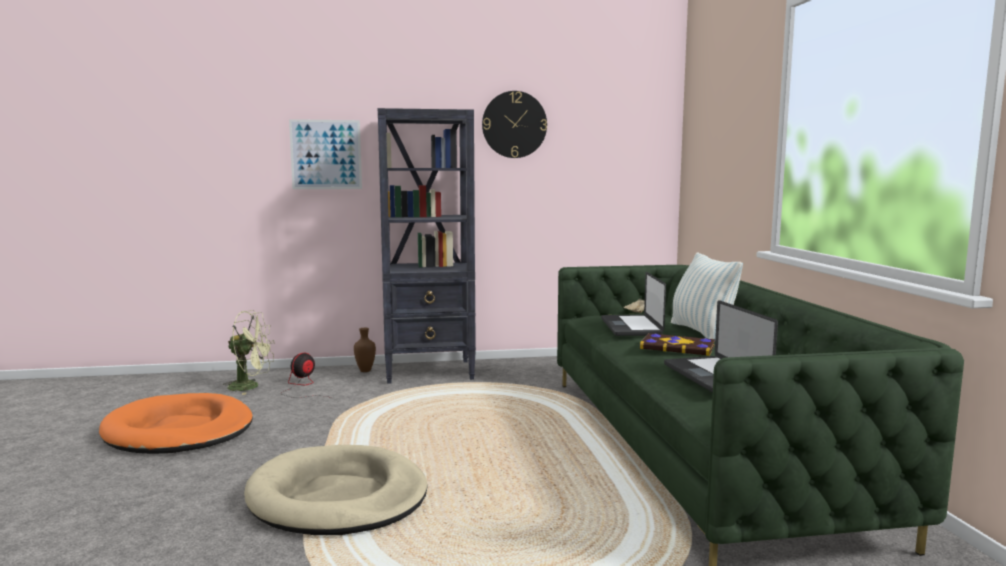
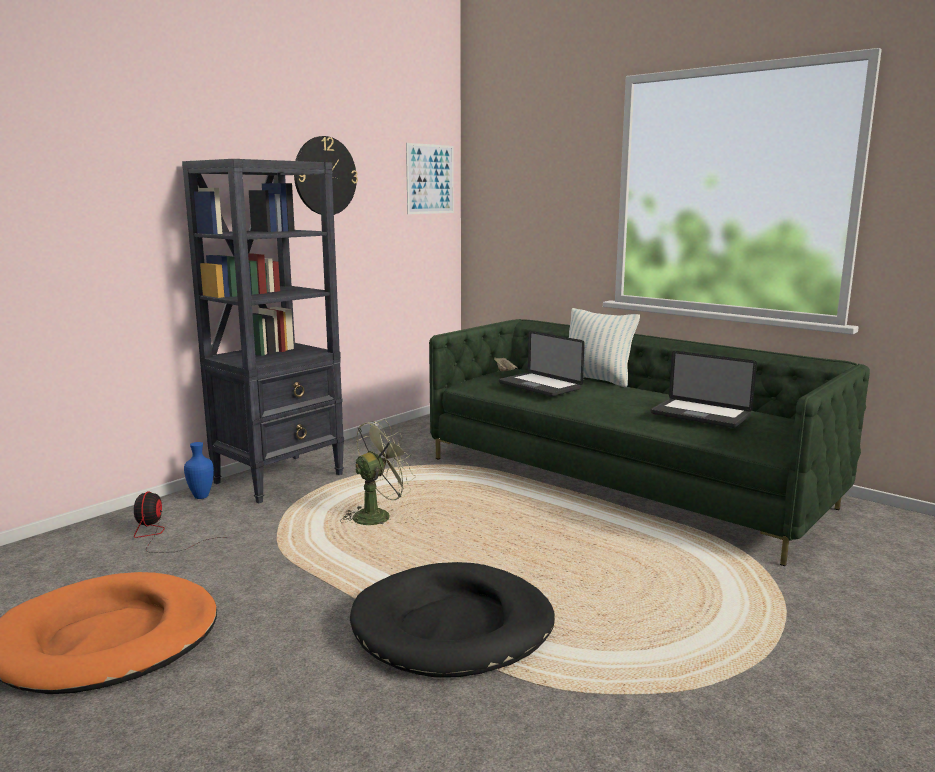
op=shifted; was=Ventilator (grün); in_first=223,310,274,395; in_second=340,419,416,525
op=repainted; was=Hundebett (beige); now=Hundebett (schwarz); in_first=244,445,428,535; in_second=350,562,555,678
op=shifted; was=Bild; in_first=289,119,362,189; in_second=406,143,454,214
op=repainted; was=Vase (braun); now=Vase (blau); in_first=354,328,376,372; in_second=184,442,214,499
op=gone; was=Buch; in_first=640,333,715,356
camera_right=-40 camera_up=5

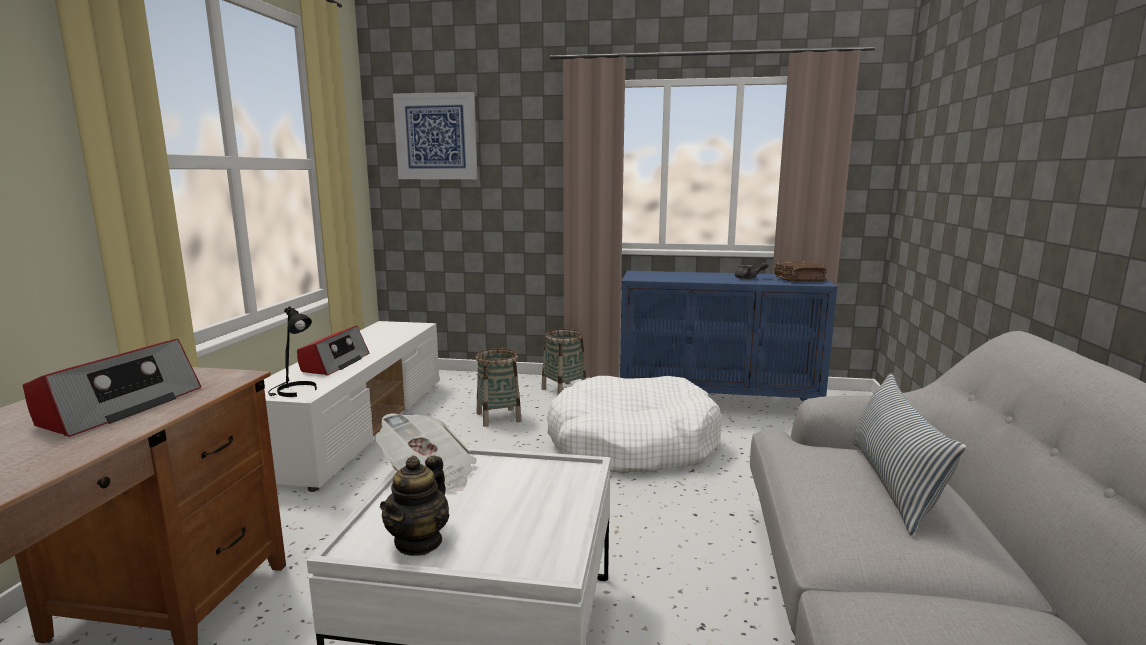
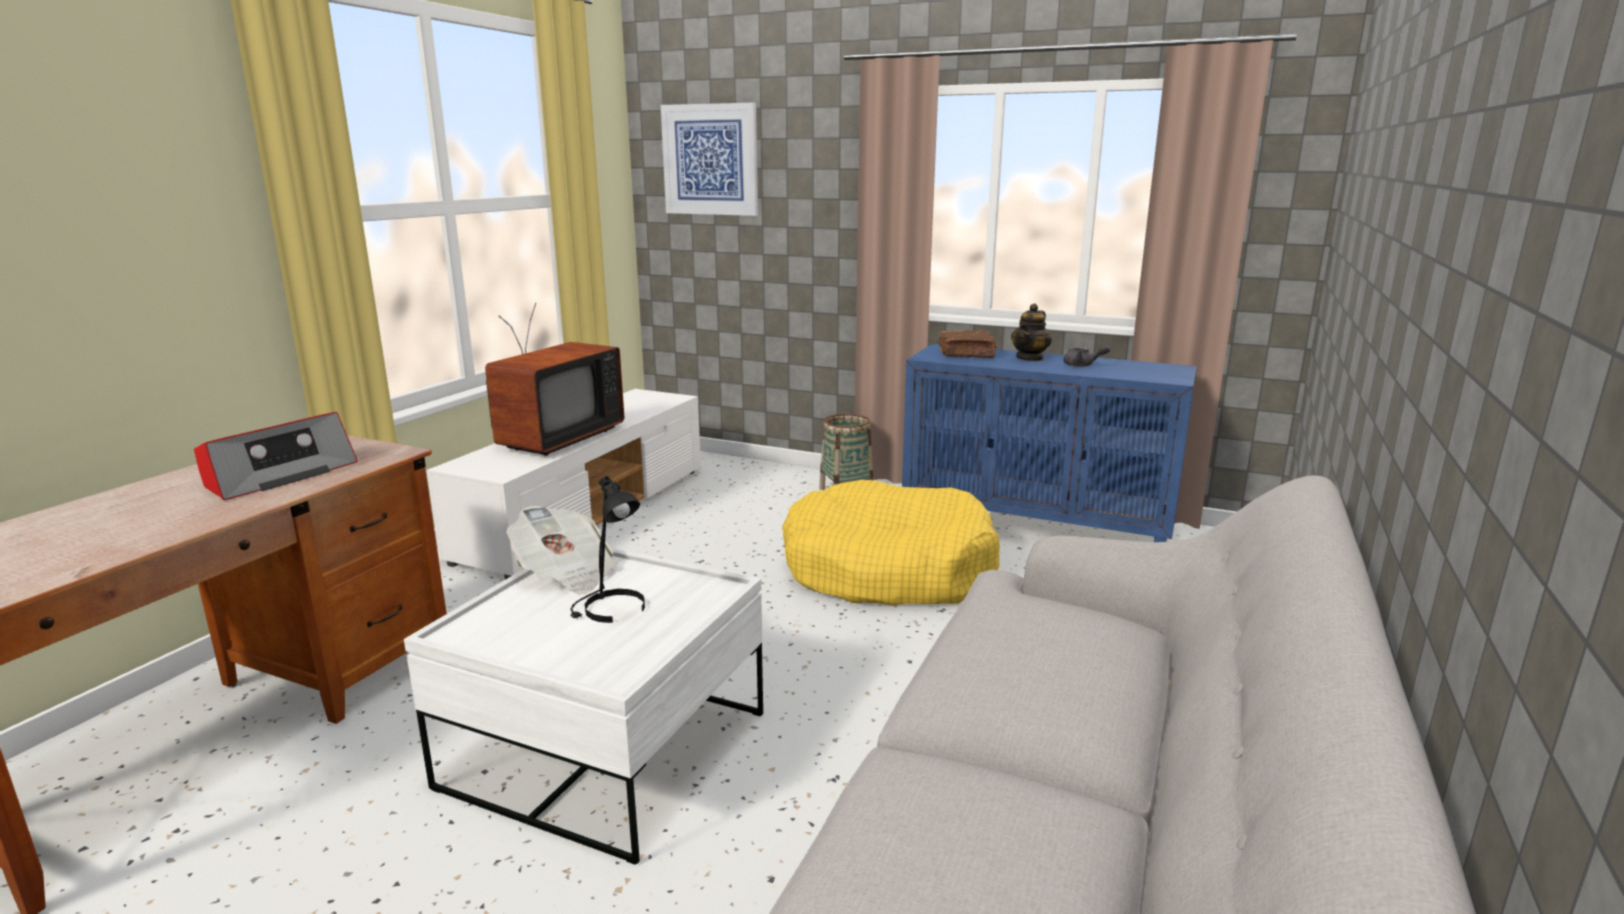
op=shifted; was=Tischlampe (schwarz); in_first=268,306,317,397; in_second=570,476,645,623
op=swapped; was=Radio; now=Fernseher; in_first=297,326,369,375; in_second=485,303,624,456
op=shifted; was=Teekanne; in_first=380,456,449,556; in_second=1011,303,1052,361
op=gone; was=Korb; in_first=476,348,521,427
op=repainted; was=Hundebett (weiß); now=Hundebett (gelb); in_first=547,376,722,474; in_second=782,480,1000,605
op=shifted; was=Buch (braun); in_first=774,261,827,281; in_second=939,330,997,358
op=gone; was=Kissen; in_first=852,373,966,535
camera_right=15 camera_up=5

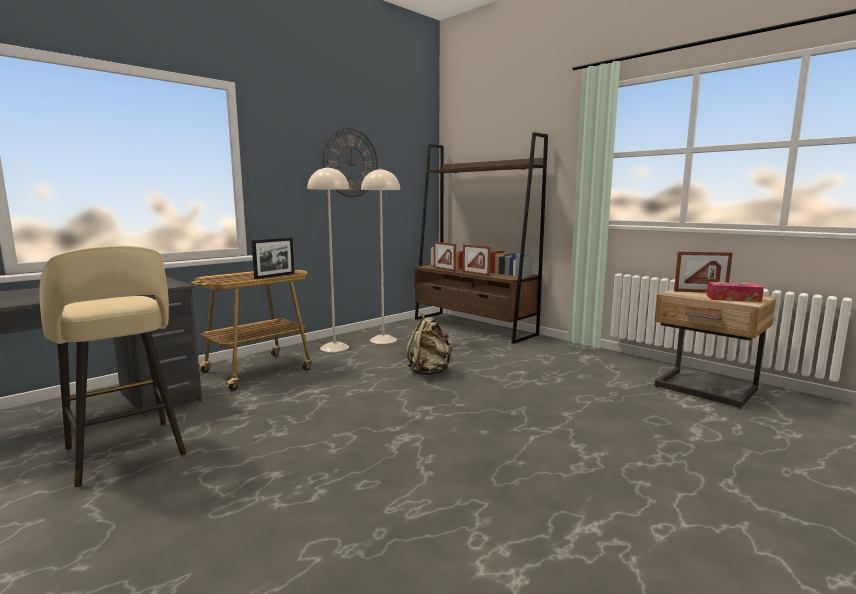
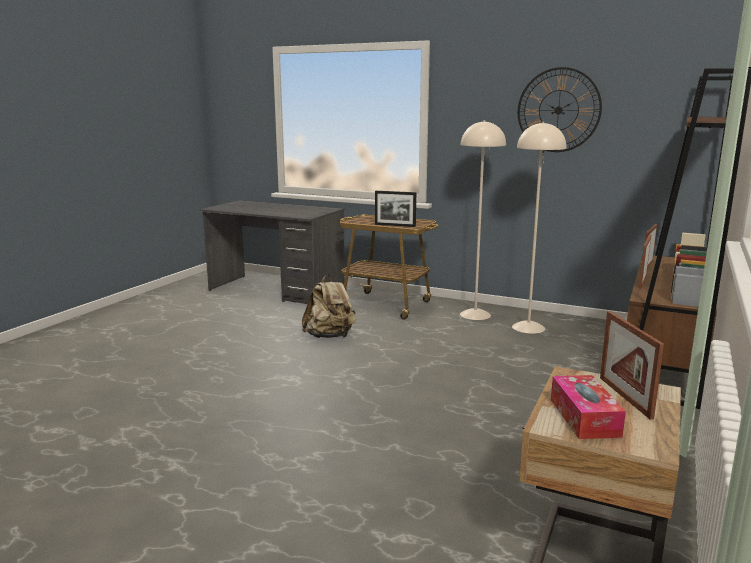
op=gone; was=Hocker (beige); in_first=40,245,187,488
op=shifted; was=Rucksack (beige); in_first=406,312,452,375; in_second=302,274,356,338
camera_right=70 camera_up=5

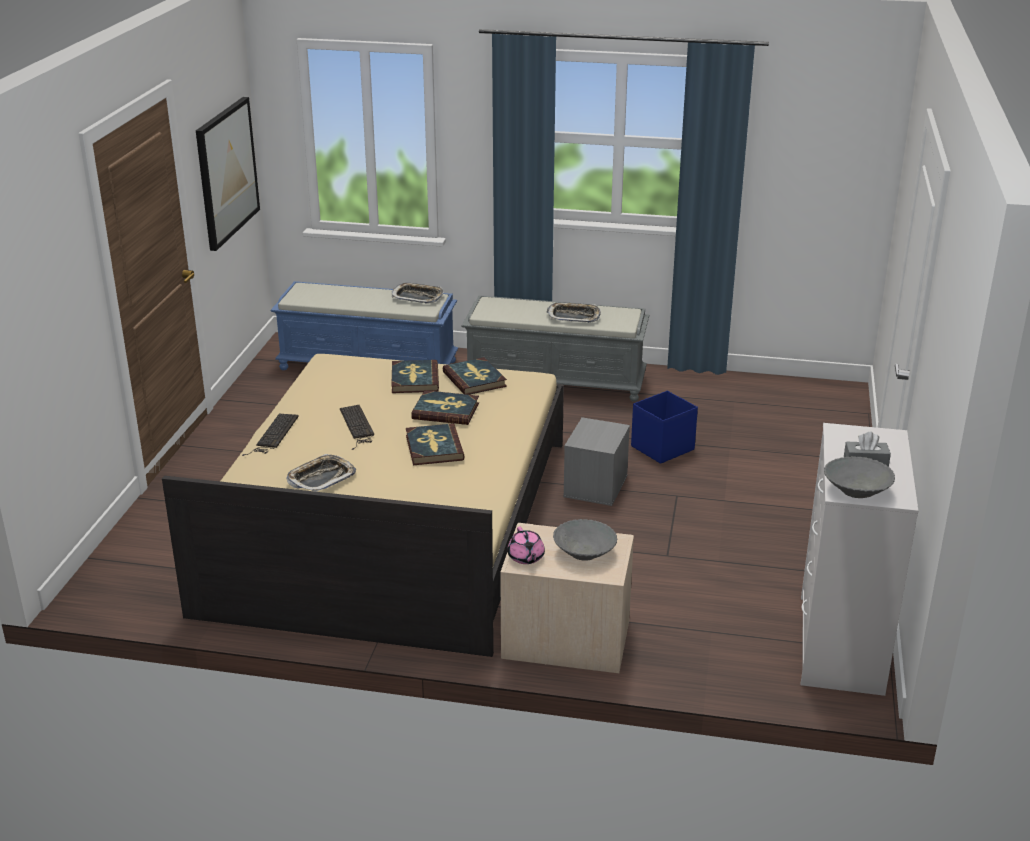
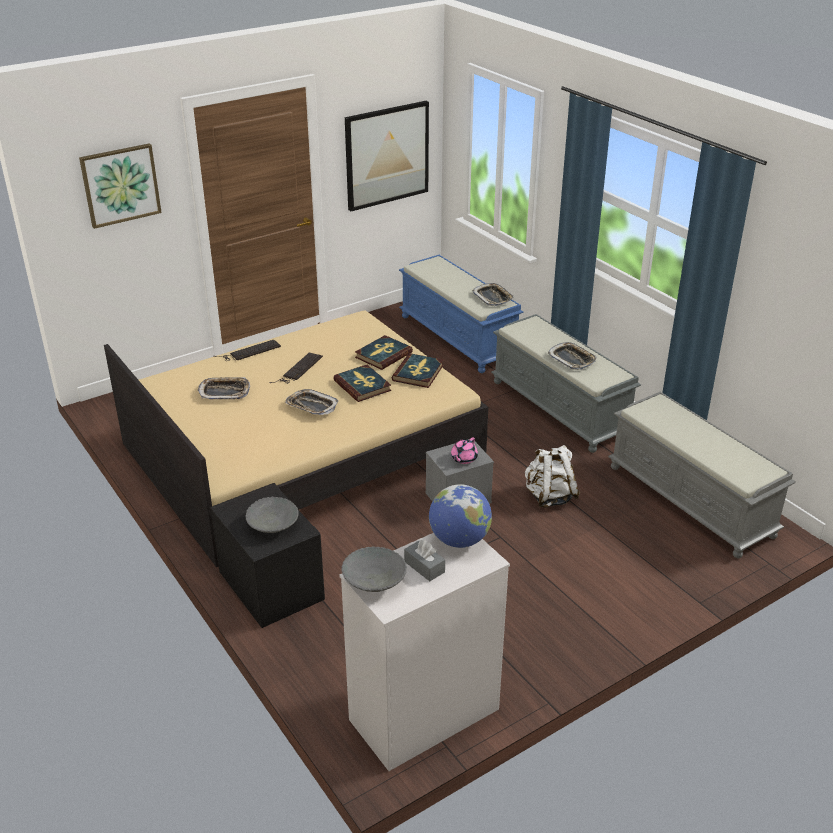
op=swapped; was=Buch; now=Tablett; in_first=406,423,465,465; in_second=285,389,339,415
op=repainted; was=Nachttisch (beige); now=Nachttisch (schwarz); in_first=500,523,634,673; in_second=210,483,325,628
op=shifted; was=Teekanne (rosa); in_first=507,527,545,564; in_second=451,437,478,464
op=swapped; was=Aufbewahrungsbox (blau); now=Rucksack (weiß); in_first=631,391,698,464; in_second=525,445,580,508
op=new; now=Bild; in_second=79,143,162,229
op=new; now=Globus; in_second=429,484,492,548
op=new; now=Bank (grau); in_second=608,392,796,558
camera_right=45 camera_up=5

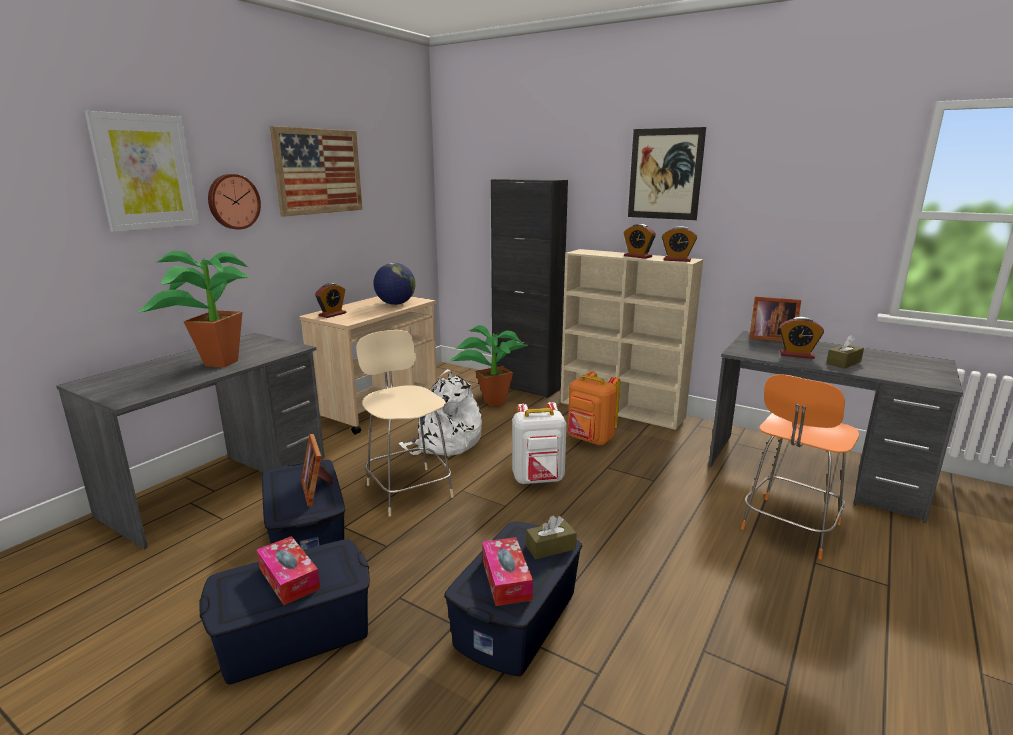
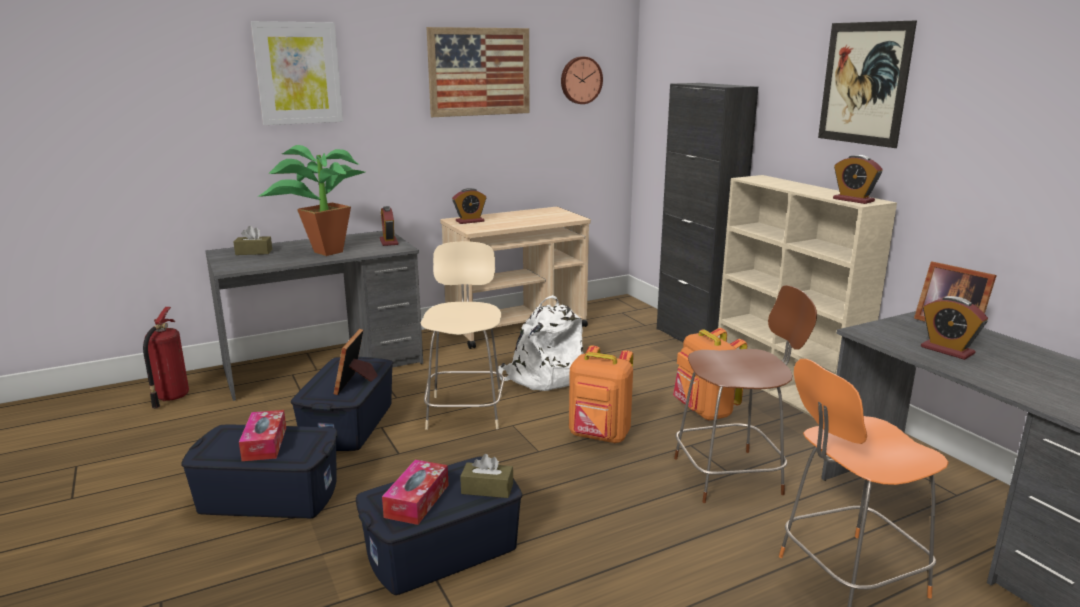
op=shifted; was=Wanduhr; in_first=208,174,261,230; in_second=561,57,603,104
op=gone; was=Globus; in_first=373,263,416,305
op=gone; was=Topfpflanze; in_first=449,325,528,407
op=repainted; was=Rucksack (weiß); now=Rucksack (orange); in_first=512,402,567,484; in_second=569,346,633,443
op=shifted; was=Wecker; in_first=624,224,656,259; in_second=380,206,398,246
op=shifted; was=Taschentuchbox (braun); in_first=826,335,864,369; in_second=234,226,272,255
op=new; now=Feuerlöscher; in_second=143,307,189,409
op=new; now=Stuhl (braun); in_second=674,285,817,503
camera_right=30 camera_up=0

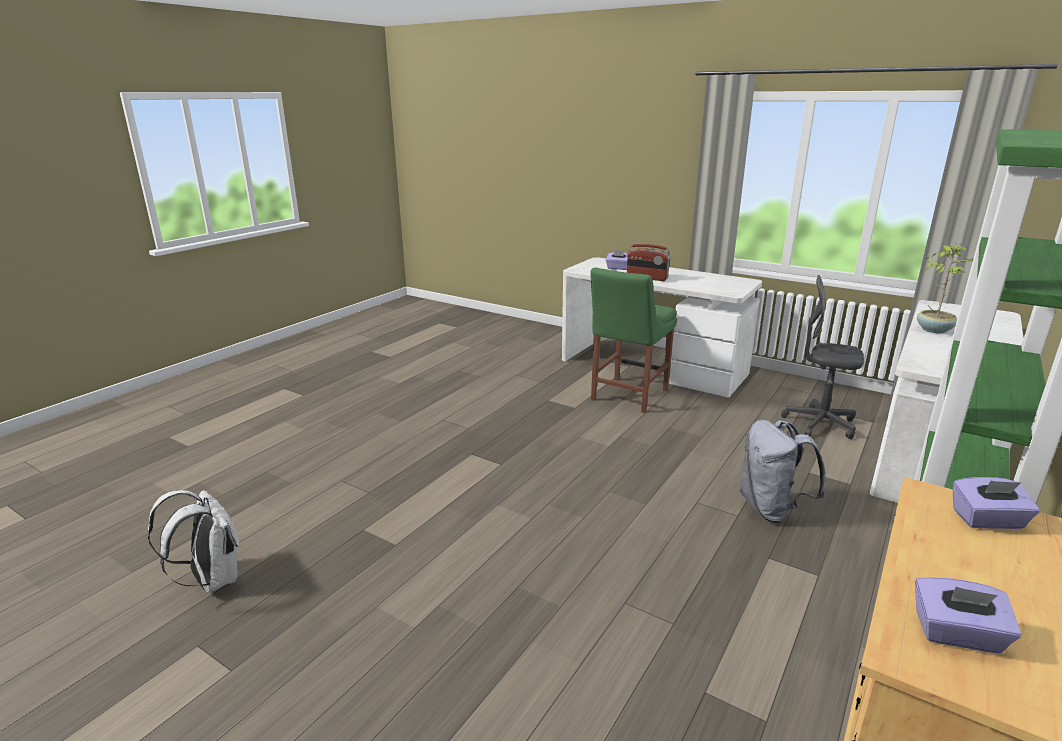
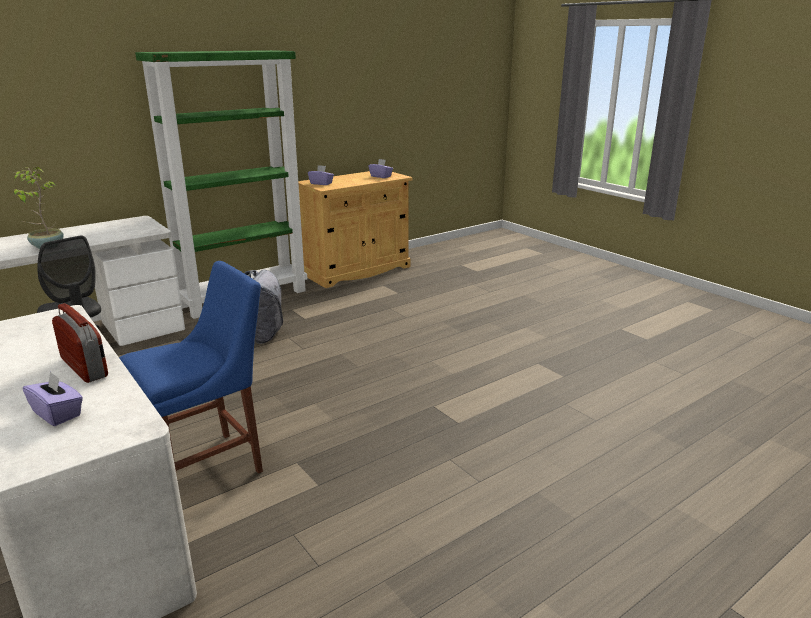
op=gone; was=Rucksack (weiß); in_first=148,490,239,593
op=repainted; was=Stuhl (grün); now=Stuhl (blau); in_first=590,268,677,413; in_second=119,261,263,473
camera_right=-160 camera_up=0

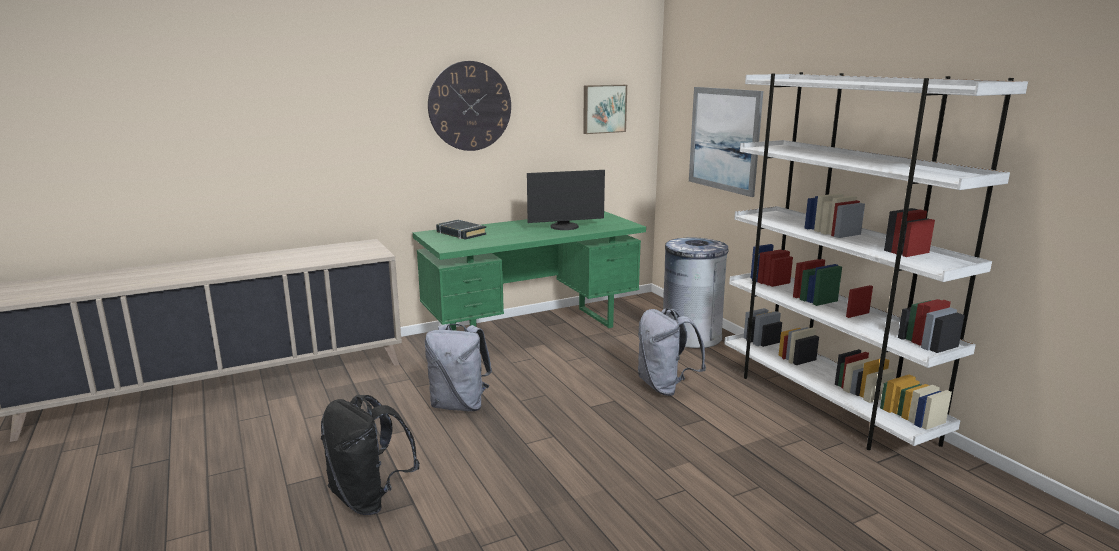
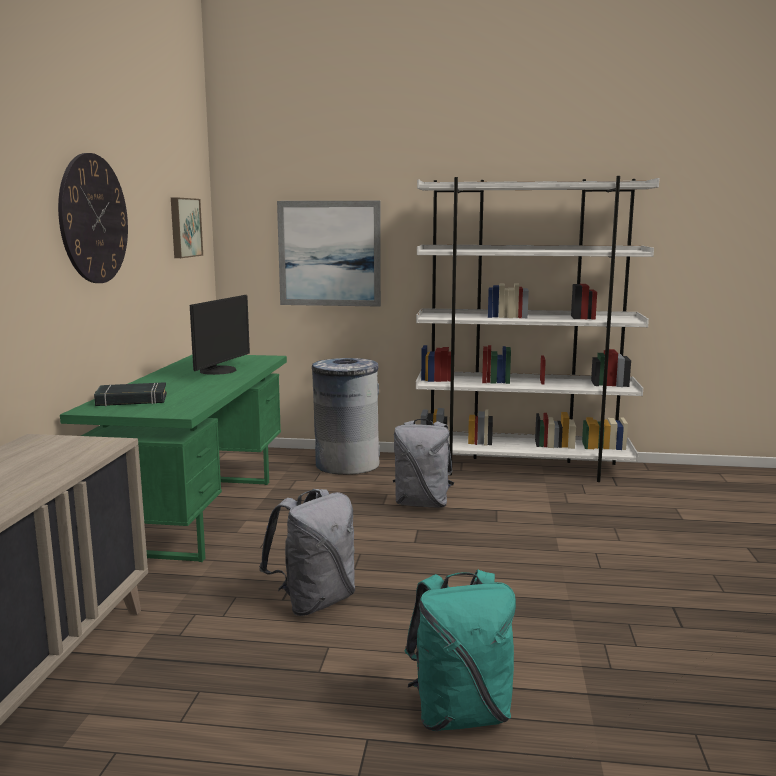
op=repainted; was=Rucksack (schwarz); now=Rucksack (türkis); in_first=321,395,420,515; in_second=405,570,516,731
camera_right=-55 camera_up=-5

